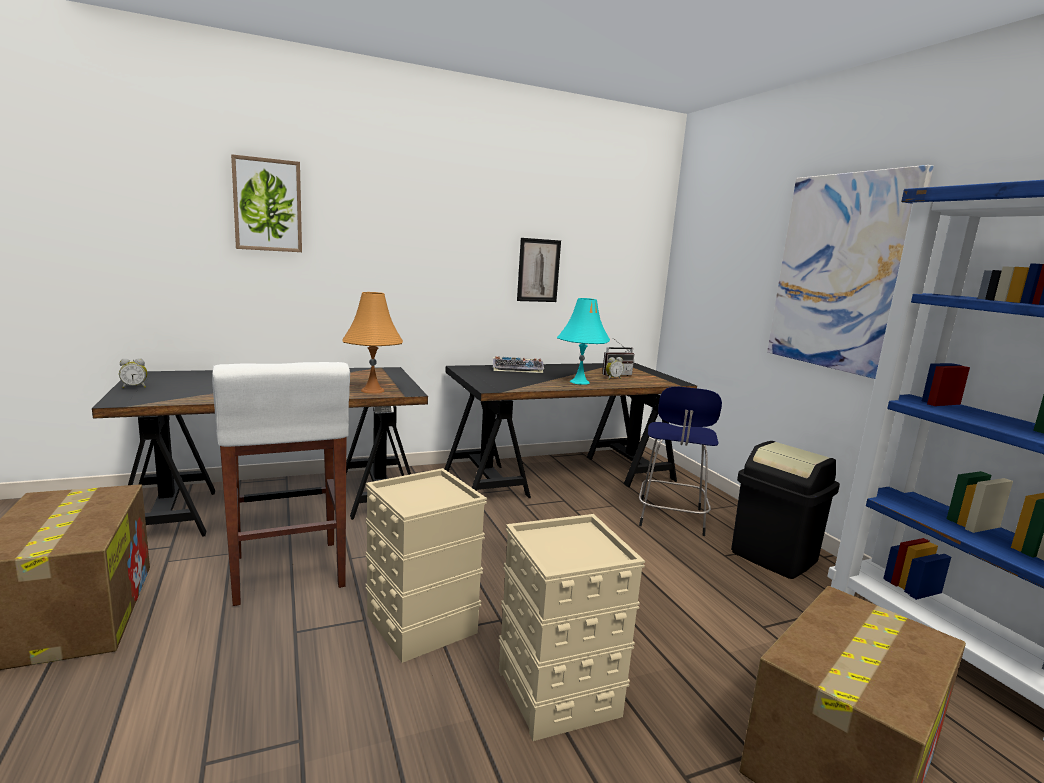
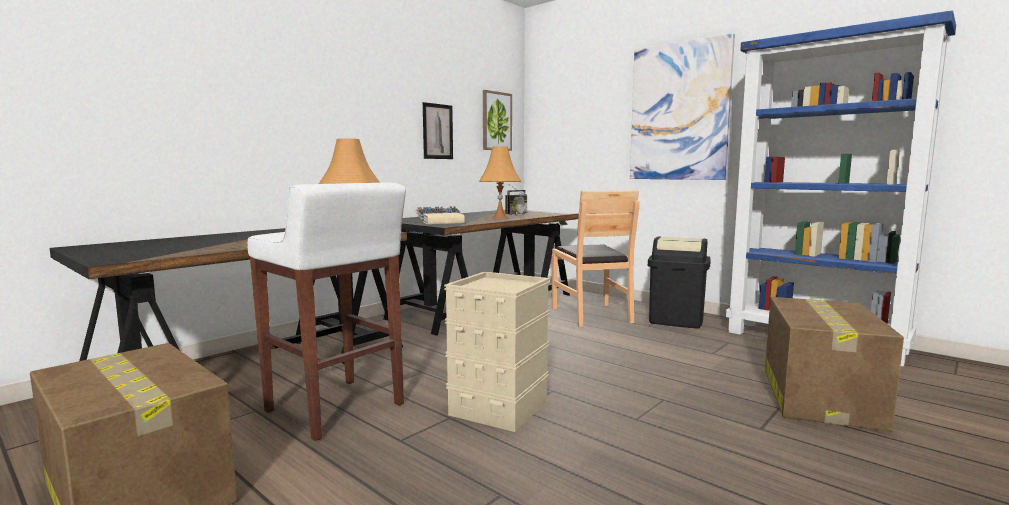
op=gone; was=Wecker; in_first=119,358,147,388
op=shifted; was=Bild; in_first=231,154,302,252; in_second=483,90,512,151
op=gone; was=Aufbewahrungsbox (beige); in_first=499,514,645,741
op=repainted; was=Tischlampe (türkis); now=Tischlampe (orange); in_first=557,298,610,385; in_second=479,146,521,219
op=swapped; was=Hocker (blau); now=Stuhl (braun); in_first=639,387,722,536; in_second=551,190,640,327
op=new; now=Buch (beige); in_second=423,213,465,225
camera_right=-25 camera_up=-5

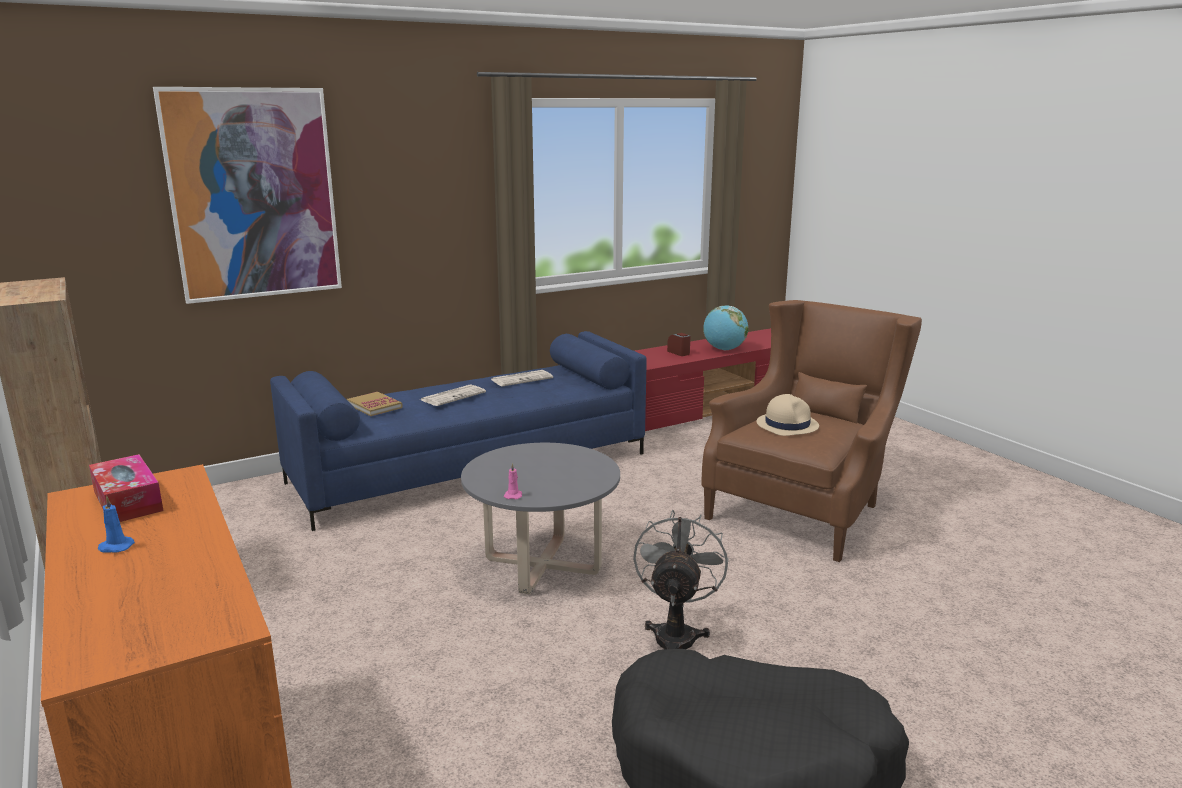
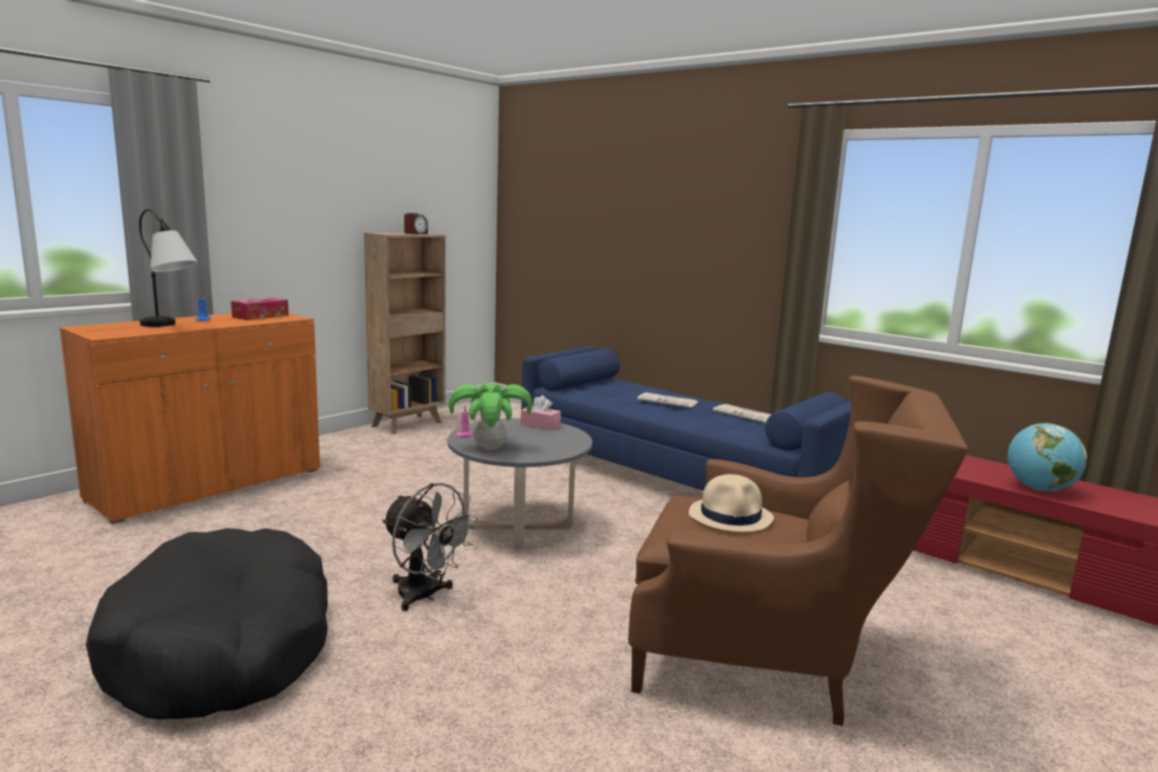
op=gone; was=Bild; in_first=153,87,342,304
op=gone; was=Buch; in_first=347,392,403,416
op=rotated; was=Ventilator (grau); in_first=633,510,729,650; in_second=382,483,478,611; clockwise=45
op=shifted; was=Wecker; in_first=667,333,690,356; in_second=404,213,428,234
op=new; now=Tischlampe; in_second=139,209,198,327
op=new; now=Topfpflanze; in_second=448,383,532,450
op=new; now=Taschentuchbox (rosa); in_second=521,395,561,430
camera_right=70 camera_up=-5

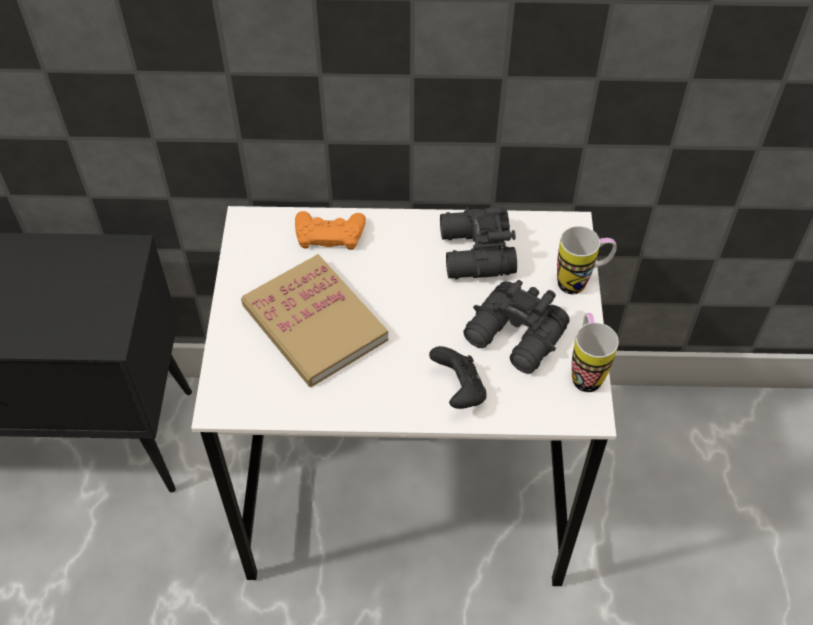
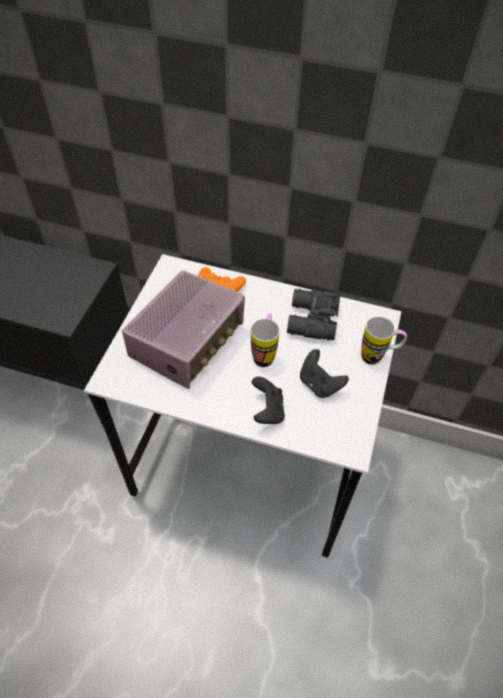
op=swapped; was=Buch; now=Radio; in_first=241,254,388,387; in_second=122,271,245,389
op=swapped; was=Fernglas (schwarz); now=Gamepad (schwarz); in_first=463,280,570,374; in_second=300,349,349,398
op=shifted; was=Henkelbecher; in_first=572,313,619,392; in_second=251,313,280,367
camera_right=15 camera_up=0

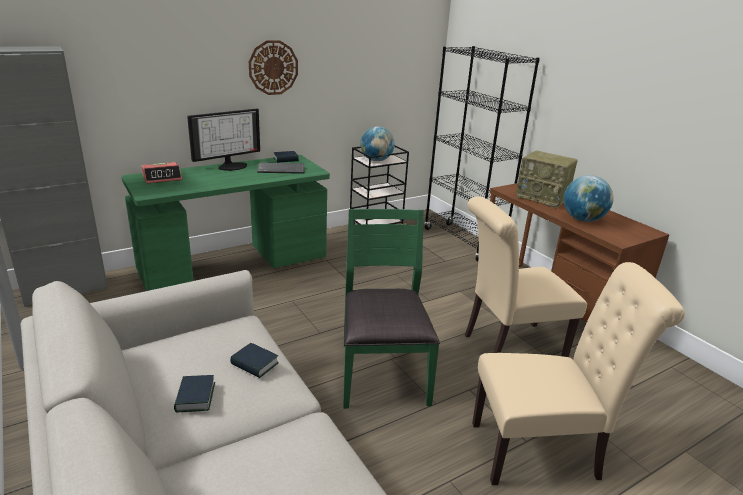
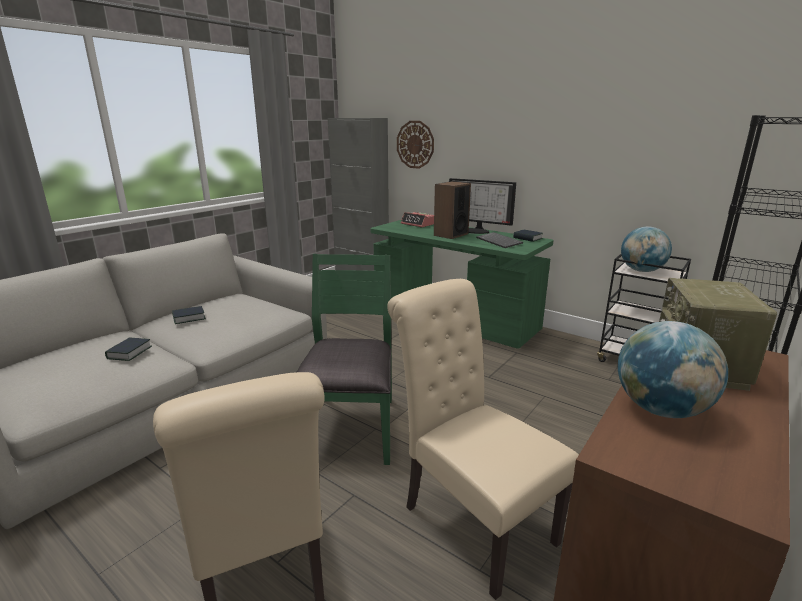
op=shifted; was=Buch; in_first=230,343,279,378; in_second=105,337,152,361
op=shifted; was=Wanduhr; in_first=249,40,298,95; in_second=397,121,434,169
op=rotated; was=Stuhl (grün); in_first=343,209,440,409; in_second=297,254,392,465; clockwise=-60
op=new; now=Lautsprecher; in_second=434,181,471,239
camera_right=70 camera_up=-5

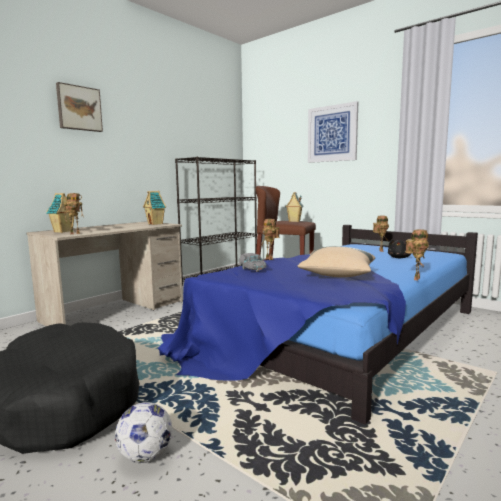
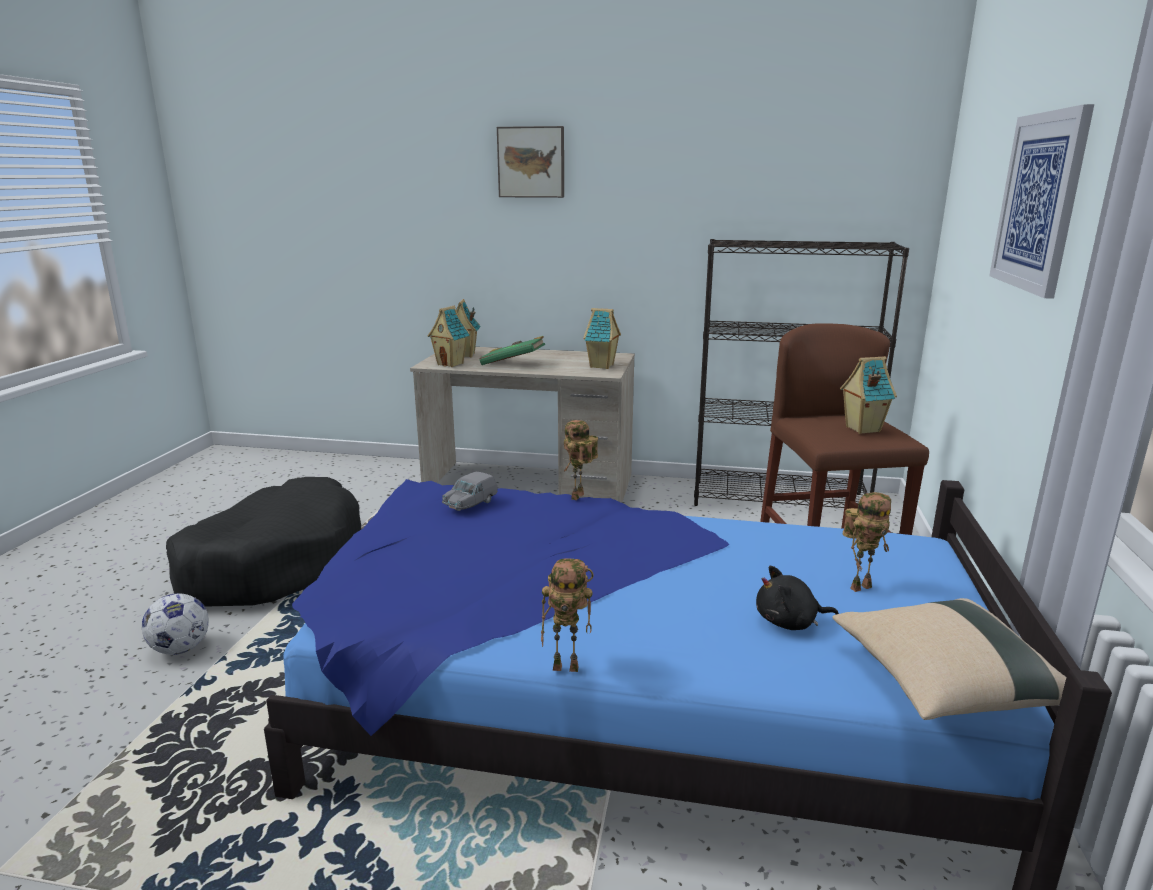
op=swapped; was=Spielzeugroboter; now=Spielzeughaus; in_first=64,193,84,234; in_second=427,306,470,367
op=shifted; was=Kissen (beige); in_first=297,246,375,277; in_second=832,598,1066,720
op=new; now=Buch (grün); in_second=479,336,545,365
camera_right=60 camera_up=10

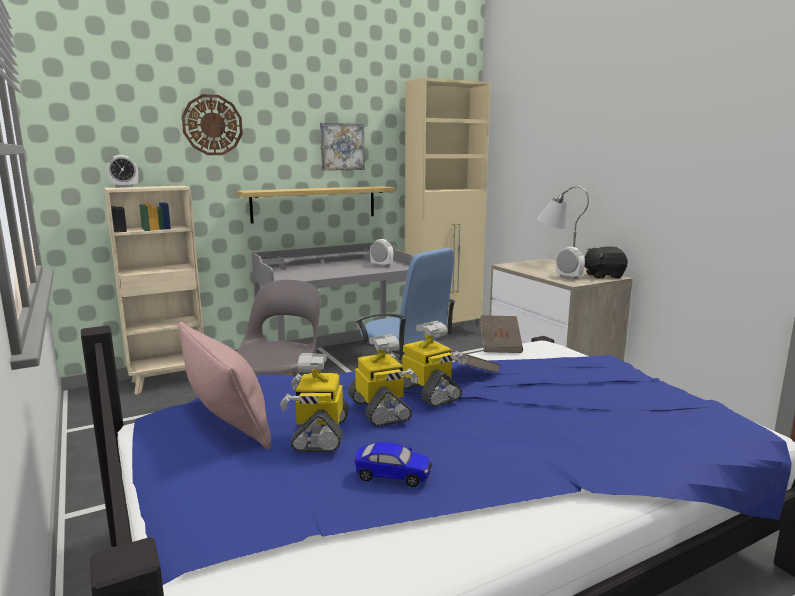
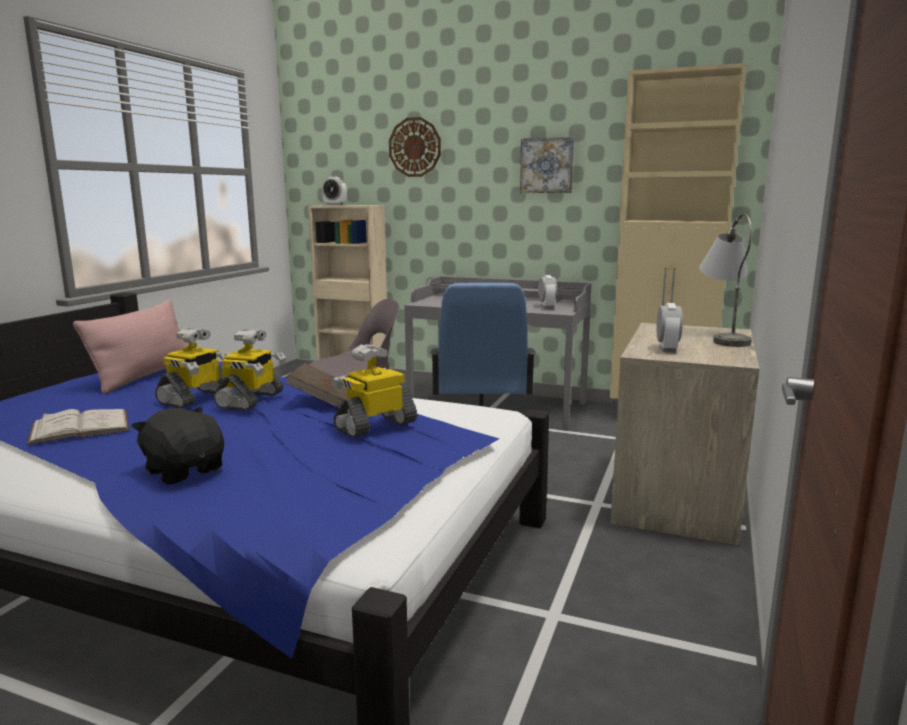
op=gone; was=Wandregal; in_first=236,186,395,223
op=shifted; was=Spielzeugroboter; in_first=280,353,349,452; in_second=332,344,417,438
op=swapped; was=Spielzeugauto; now=Buch (weiß); in_first=355,442,432,487; in_second=27,409,129,445
op=gone; was=Buch (braun); in_first=480,315,523,353
op=shifted; was=Plüschtier (schwarz); in_first=584,246,628,279; in_second=131,407,224,485
camera_right=50 camera_up=0

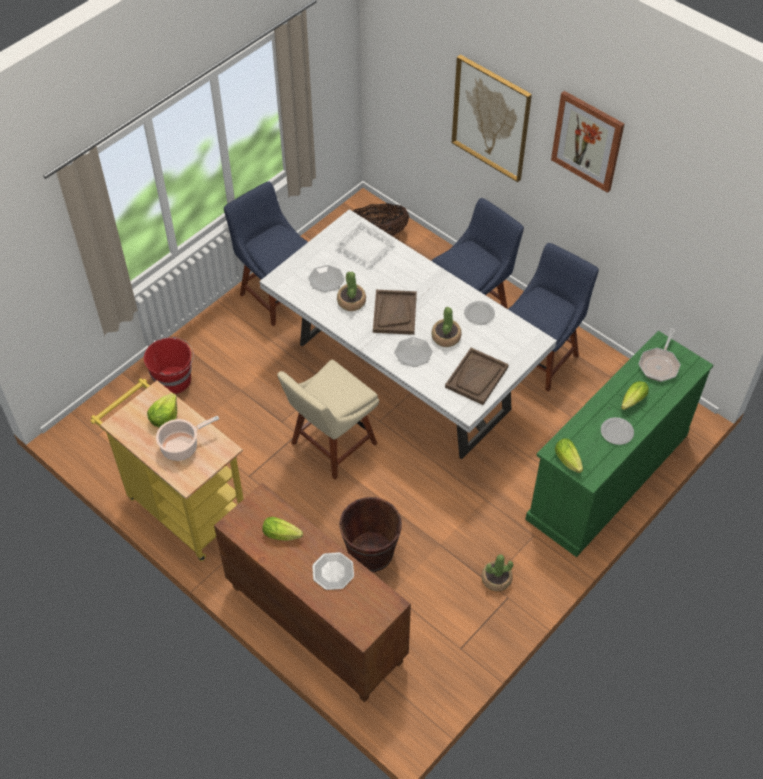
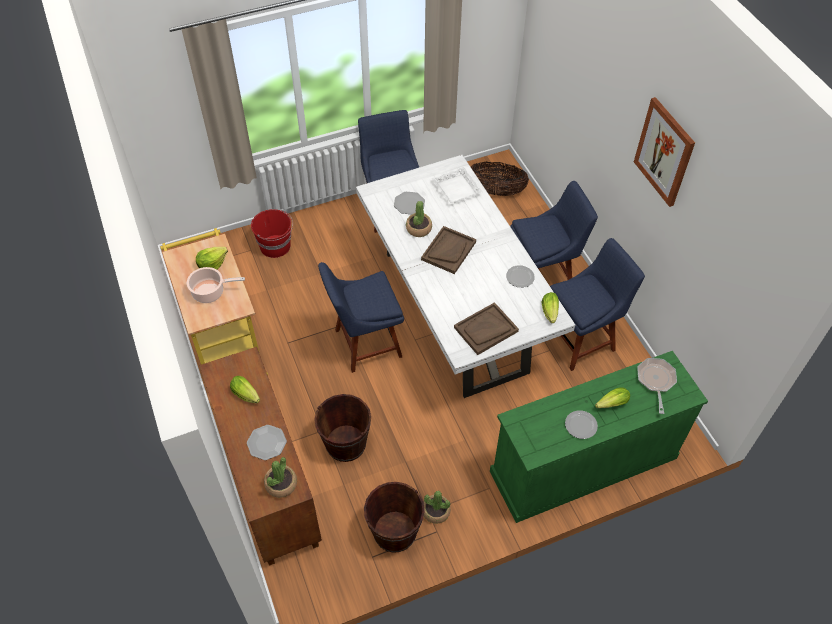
op=repainted; was=Stuhl (beige); now=Stuhl (blau); in_first=277,360,379,479; in_second=318,262,404,373
op=gone; was=Teller; in_first=395,337,433,367
op=shifted; was=Topfpflanze; in_first=431,307,462,347; in_second=264,457,297,498
op=gone; was=Bild; in_first=452,54,532,182
op=shifted; was=Salatkopf; in_first=555,438,583,473; in_second=542,292,559,323
op=rotated; was=Pfanne; in_first=638,328,681,382; in_second=637,358,677,414; clockwise=135
op=new; now=Eimer (braun); in_second=364,482,425,553
camera_right=25 camera_up=0

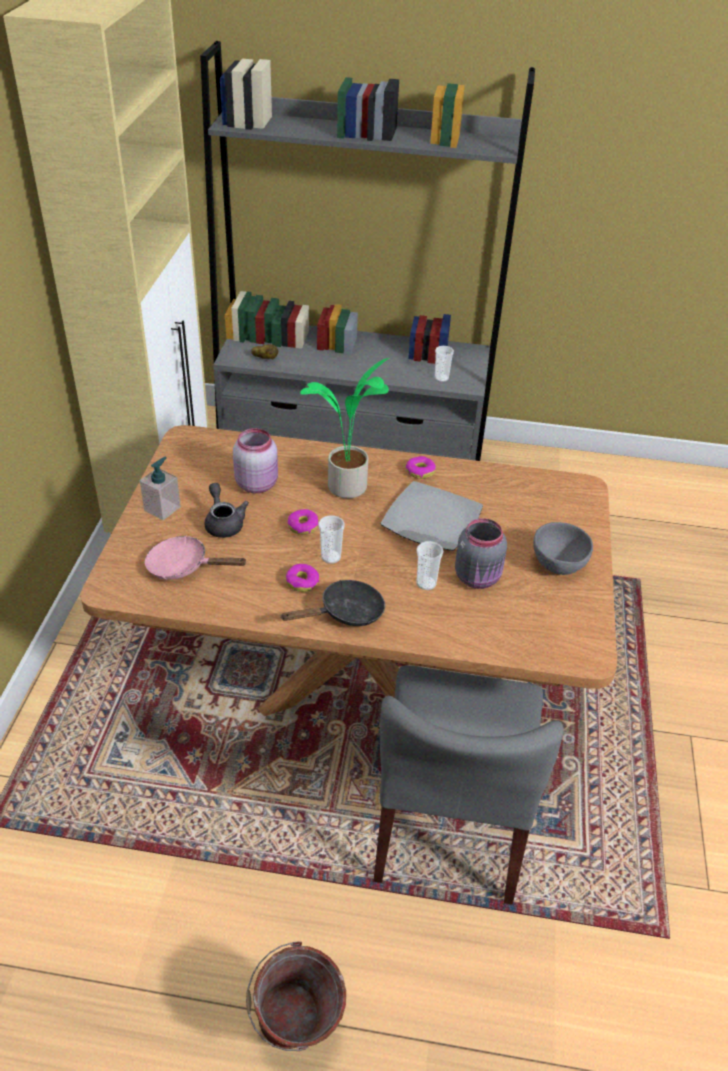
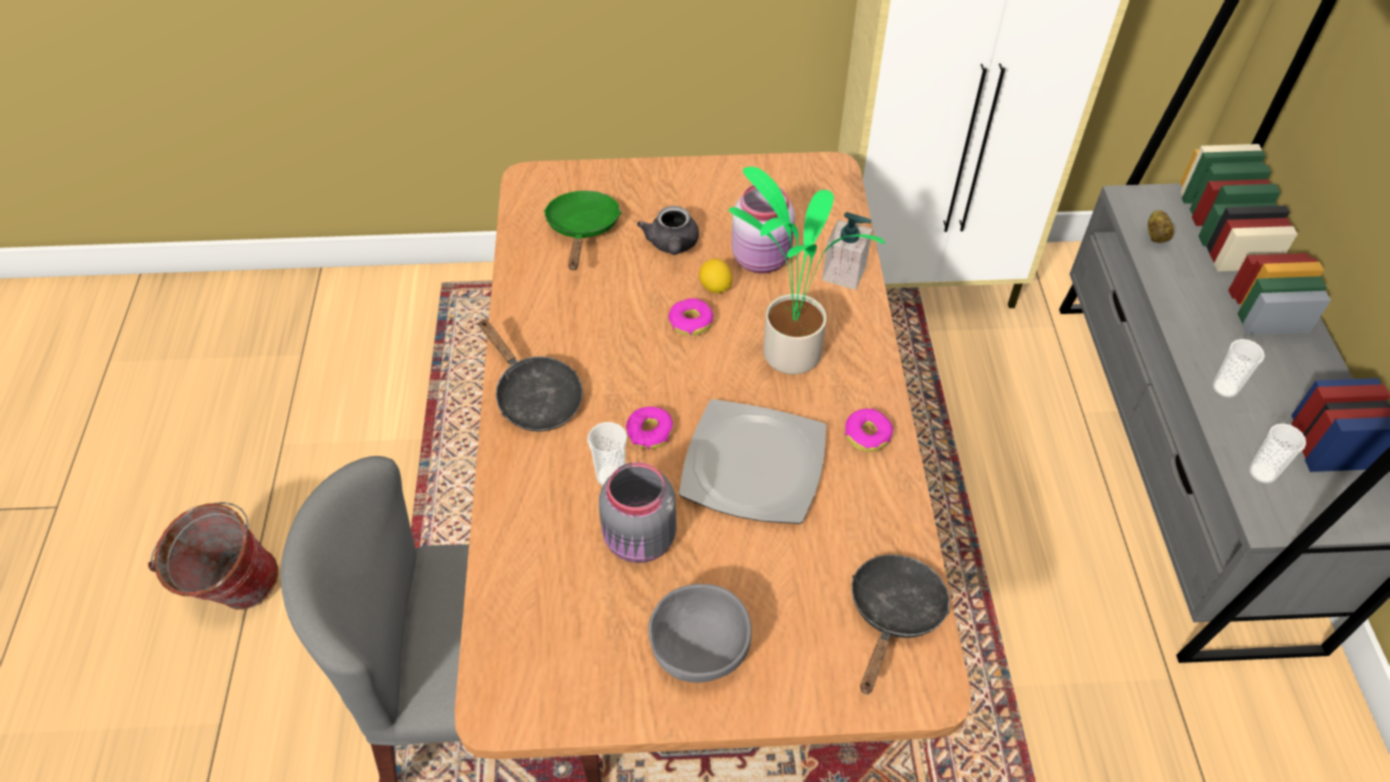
op=shifted; was=Seifenspender; in_first=140,457,181,520; in_second=822,212,872,290
op=repainted; was=Pfanne (rosa); now=Pfanne (grün); in_first=145,535,247,580; in_second=543,191,621,270
op=rotated; was=Teekanne (grau); in_first=204,483,249,538; in_second=637,206,699,255; clockwise=120
op=shifted; was=Donut; in_first=286,564,320,592; in_second=626,407,673,450
op=shifted; was=Tasse; in_first=319,515,345,564; in_second=1213,339,1265,398
op=new; now=Zitrone; in_second=699,258,732,293
op=new; now=Pfanne (schwarz); in_second=852,555,950,694
camera_right=80 camera_up=10

